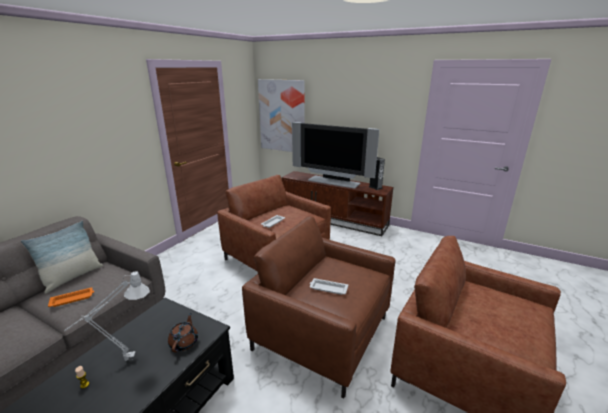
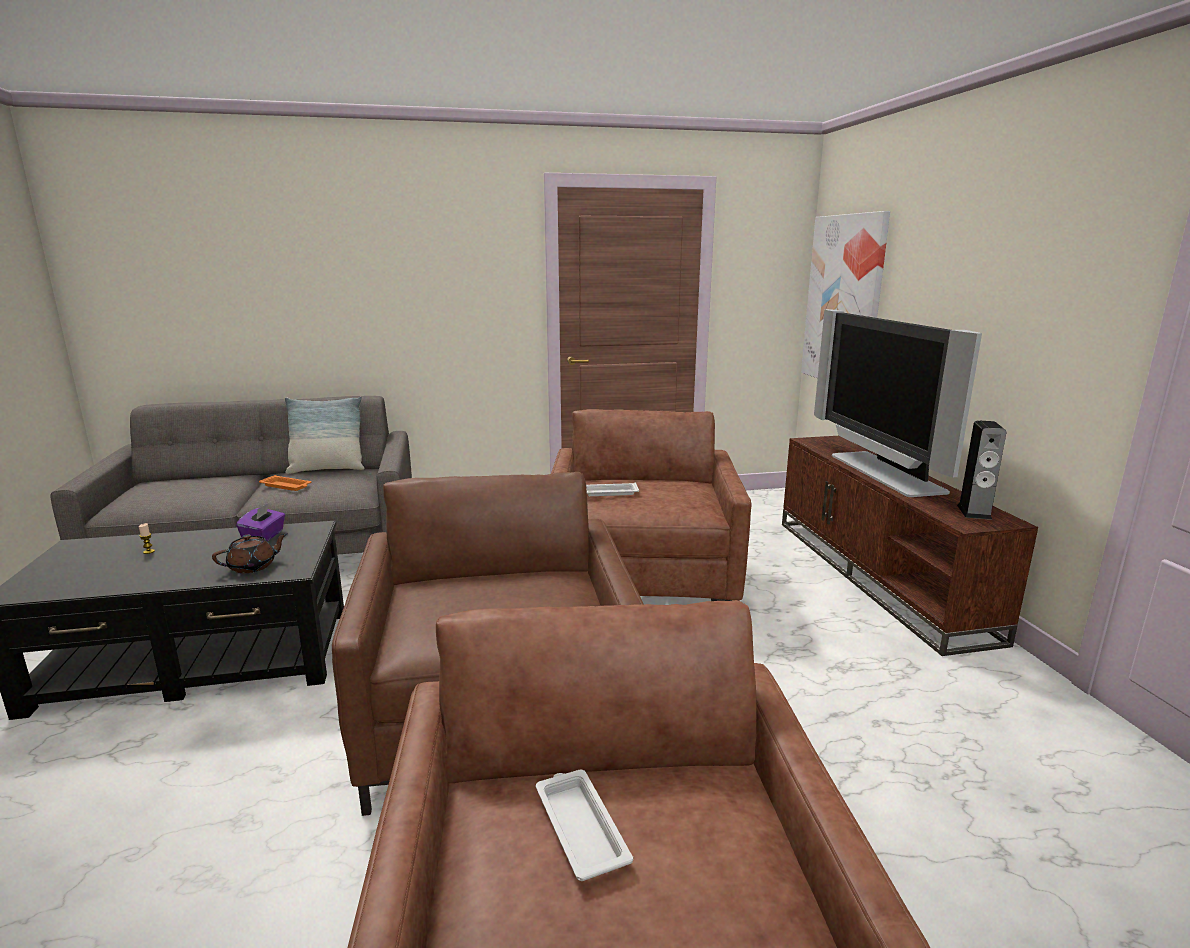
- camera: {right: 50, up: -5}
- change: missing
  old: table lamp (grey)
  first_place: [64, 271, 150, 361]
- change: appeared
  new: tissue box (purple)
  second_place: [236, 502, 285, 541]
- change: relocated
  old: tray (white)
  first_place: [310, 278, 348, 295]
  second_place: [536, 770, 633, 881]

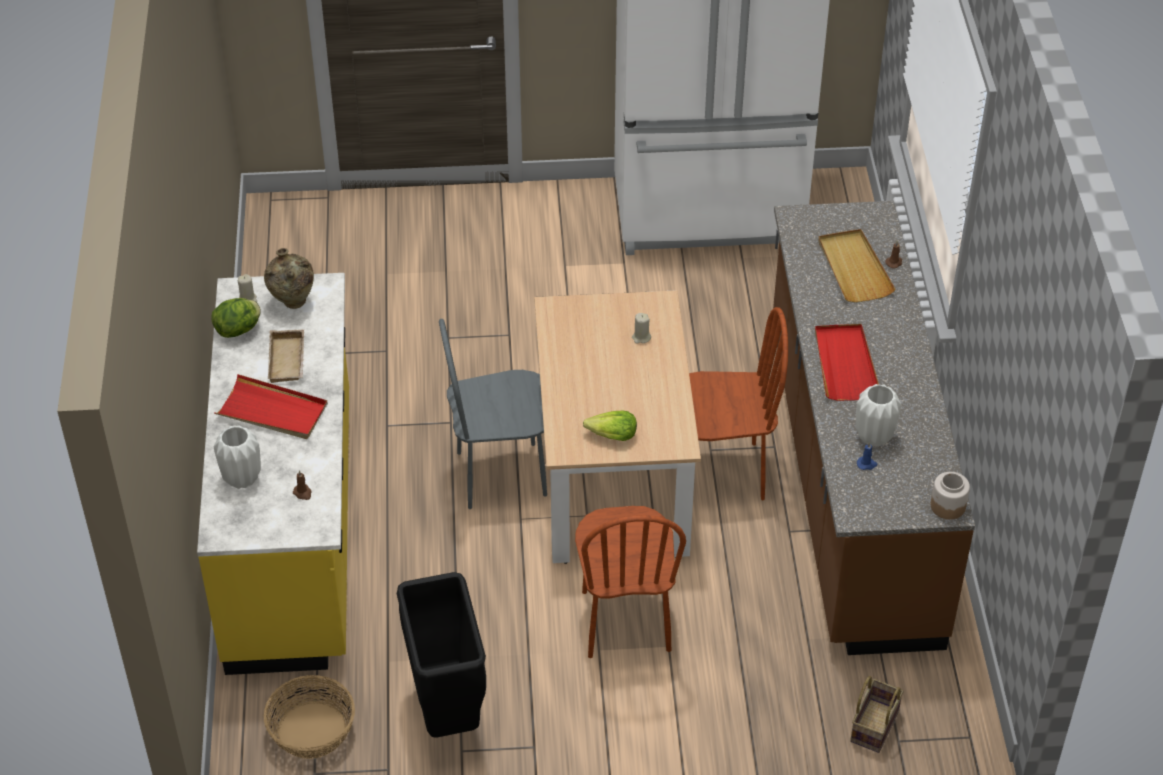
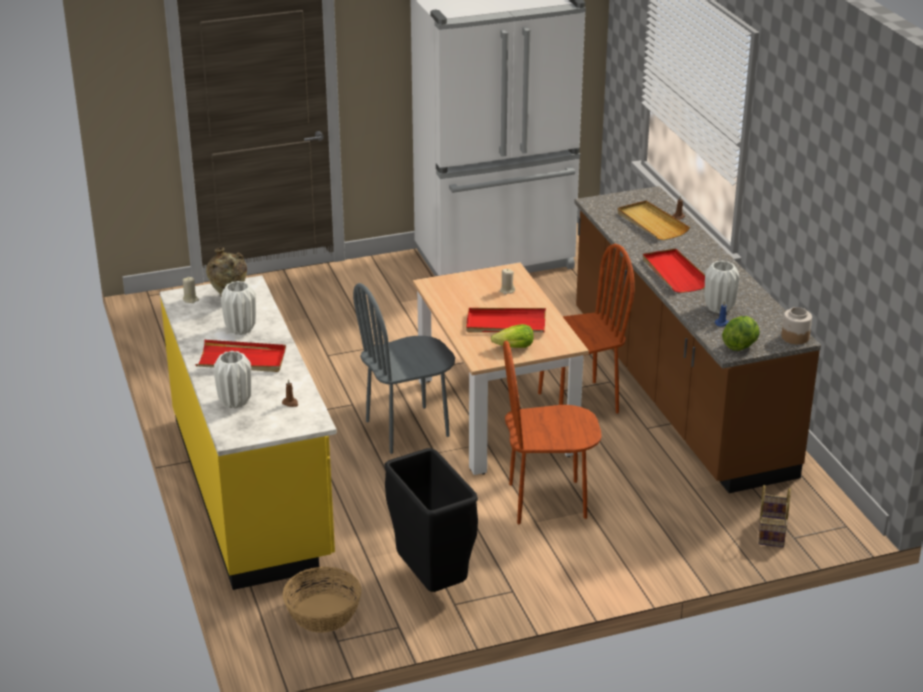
- camera: {right: -15, up: -15}
- change: appeared
  new: tray (red)
  second_place: [466, 308, 546, 333]
- change: relocated
  old: lettuce
  first_place: [211, 298, 261, 338]
  second_place: [722, 316, 760, 351]
- change: exchanged
  old: tray (beige)
  new: vase (white)
  first_place: [268, 330, 304, 383]
  second_place: [221, 281, 256, 335]
- change: spun
  old: chair (brown)
  first_place: [575, 506, 686, 658]
  second_place: [503, 341, 602, 524]
  degrees: 105

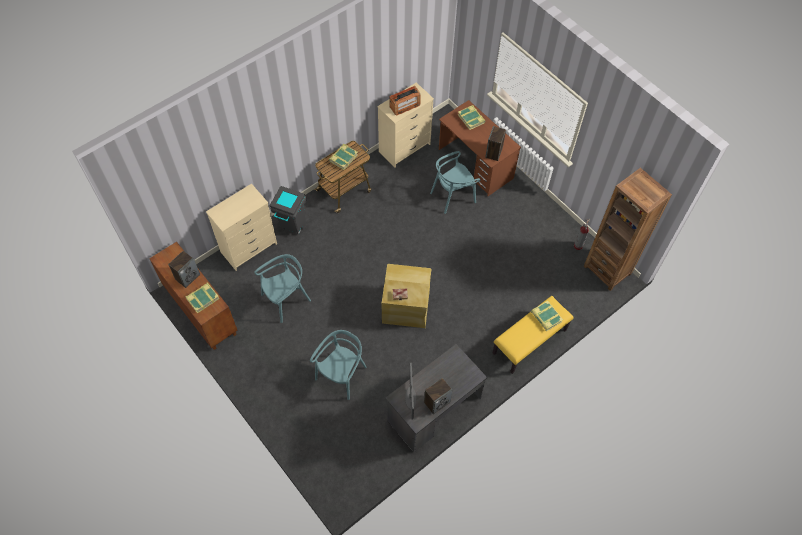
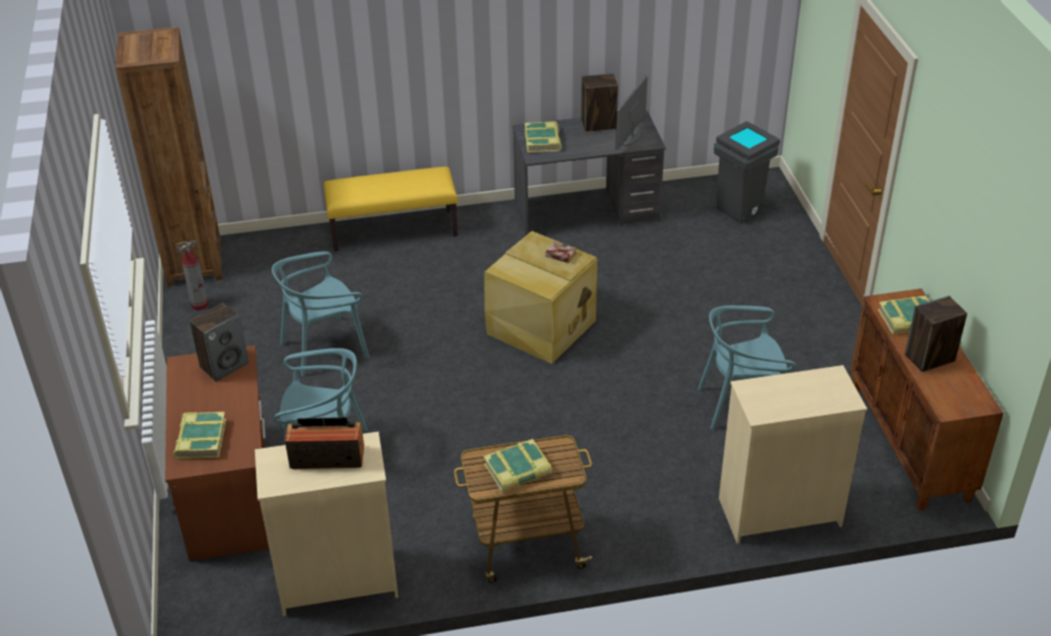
- camera: {right: -150, up: -20}
- change: relocated
  old: trash can (grey)
  first_place: [269, 186, 306, 234]
  second_place: [714, 121, 780, 224]
- change: relocated
  old: chair (turquoise)
  first_place: [310, 330, 367, 400]
  second_place: [272, 251, 369, 376]
- change: relocated
  old: book
  first_place: [531, 301, 563, 331]
  second_place: [525, 121, 562, 153]

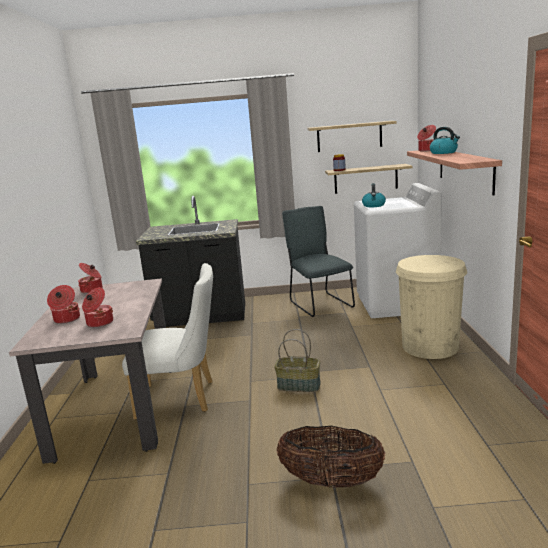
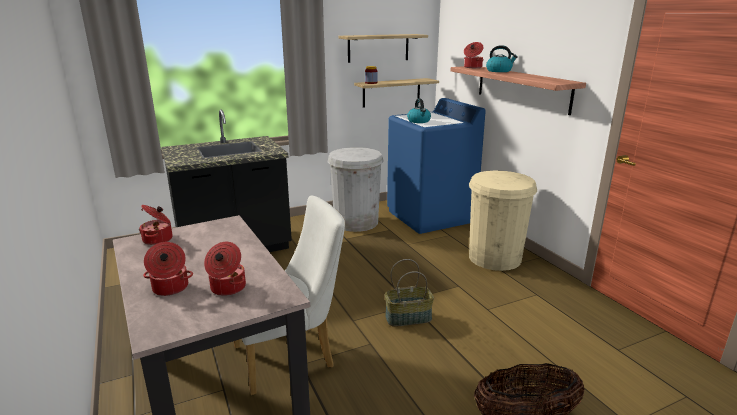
- camera: {right: -25, up: 5}
- change: exchanged
  old: chair (grey)
  new: trash can (white)
  first_place: [282, 206, 355, 317]
  second_place: [328, 147, 384, 232]
- change: colour
  old: washing machine (white)
  new: washing machine (blue)
  first_place: [354, 183, 442, 318]
  second_place: [387, 98, 486, 234]

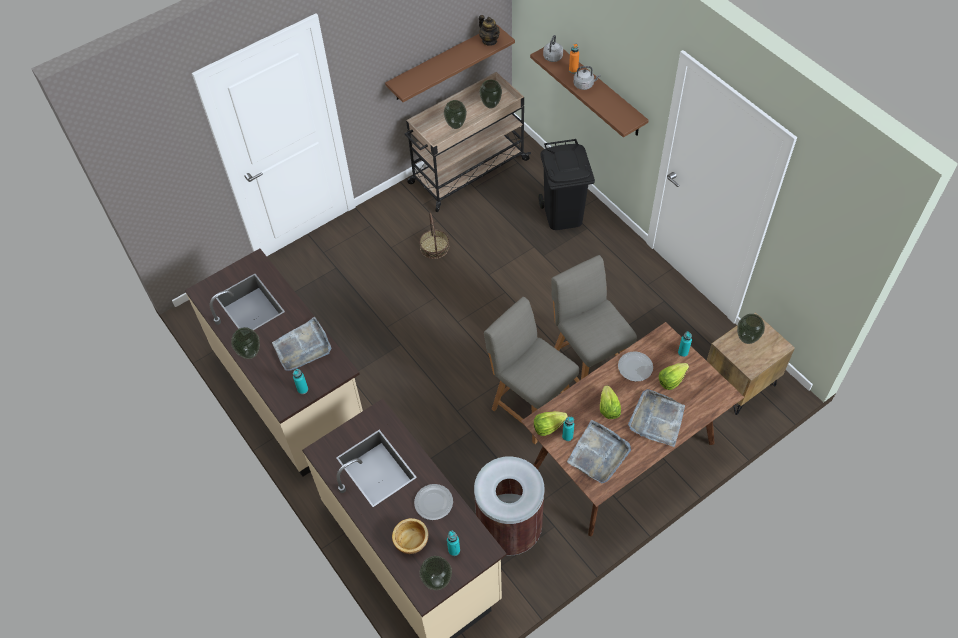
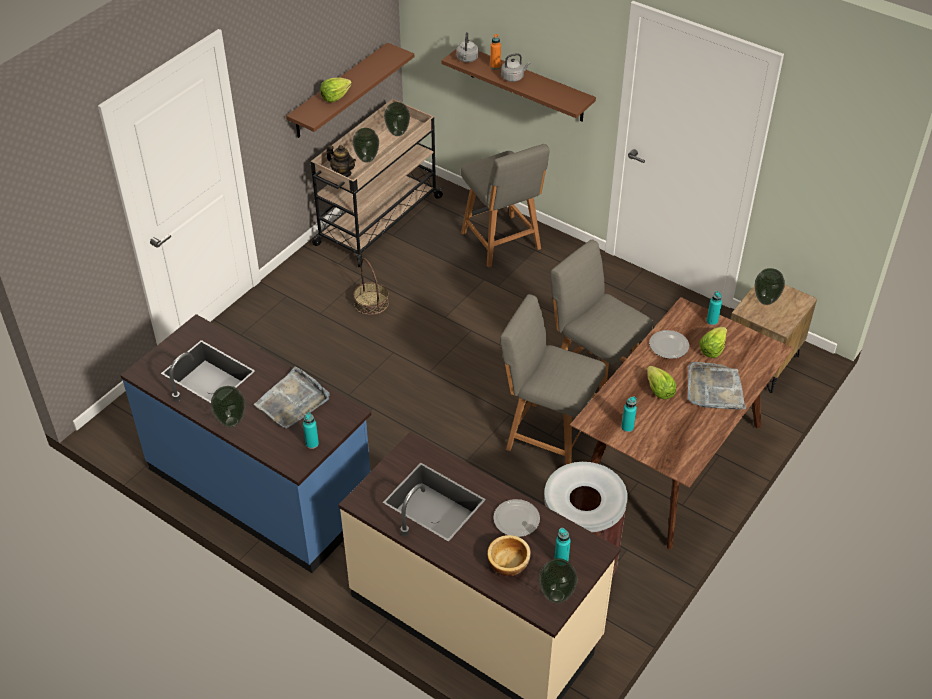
- camera: {right: -20, up: -10}
- change: missing
  old: tray (grey)
  first_place: [567, 420, 631, 483]
- change: relocated
  old: teapot
  first_place: [479, 15, 500, 46]
  second_place: [327, 145, 356, 177]
- change: relocated
  old: lettuce
  first_place: [534, 411, 568, 436]
  second_place: [320, 77, 352, 103]
- change: exchanged
  old: trash can (black)
  new: chair (grey)
  first_place: [539, 139, 595, 230]
  second_place: [461, 144, 549, 267]
- change: colour
  old: counter (beige)
  new: counter (blue)
  first_place: [185, 249, 363, 477]
  second_place: [120, 314, 371, 573]

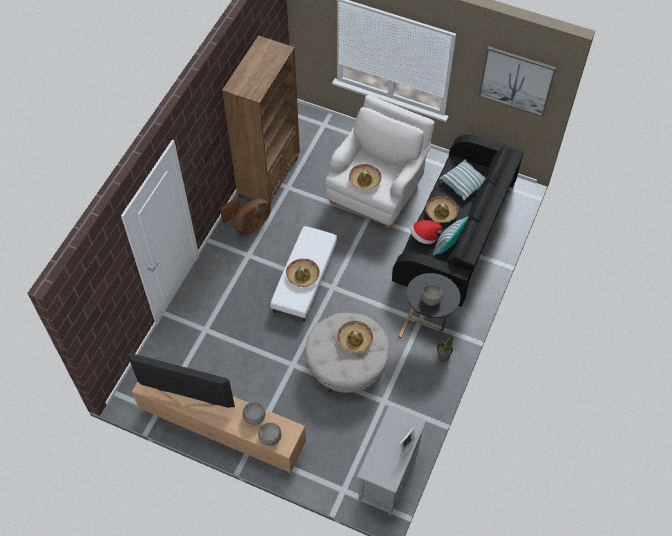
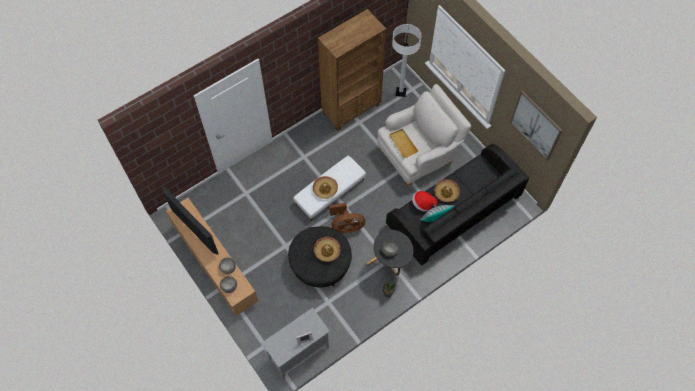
- camera: {right: 30, up: 5}
- change: missing
  old: pillow
  first_place: [439, 159, 485, 200]
- change: appeared
  new: floor lamp (white)
  second_place: [392, 24, 421, 97]
- change: relocated
  old: fan (brown)
  first_place: [220, 197, 271, 235]
  second_place: [330, 203, 365, 233]
- change: exchanged
  old: hat
  new: tray (beige)
  first_place: [349, 164, 382, 190]
  second_place: [390, 129, 418, 158]
- change: colour
  old: ottoman (beige)
  new: ottoman (black)
  first_place: [305, 313, 390, 393]
  second_place: [288, 226, 352, 287]

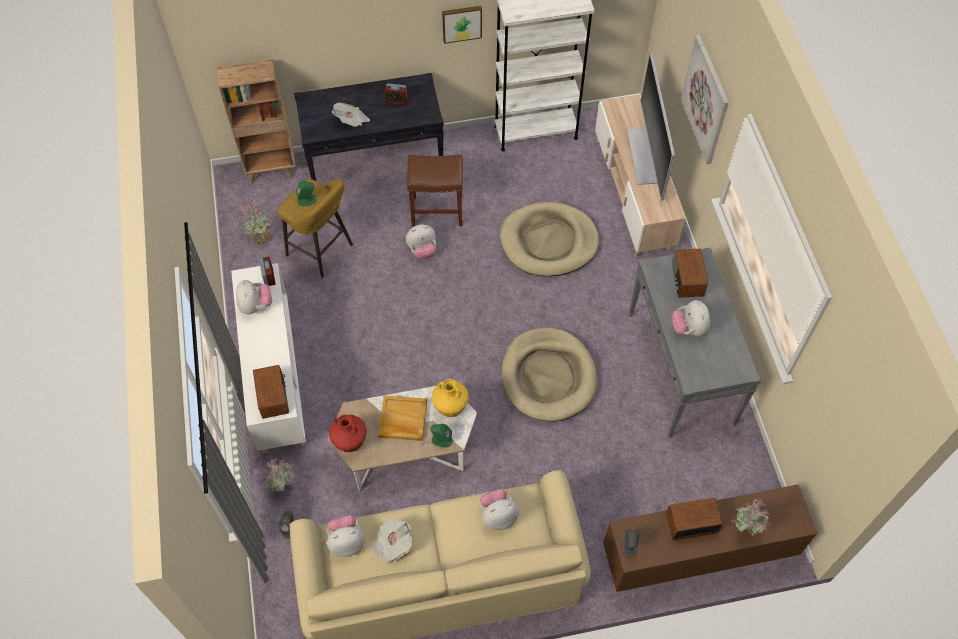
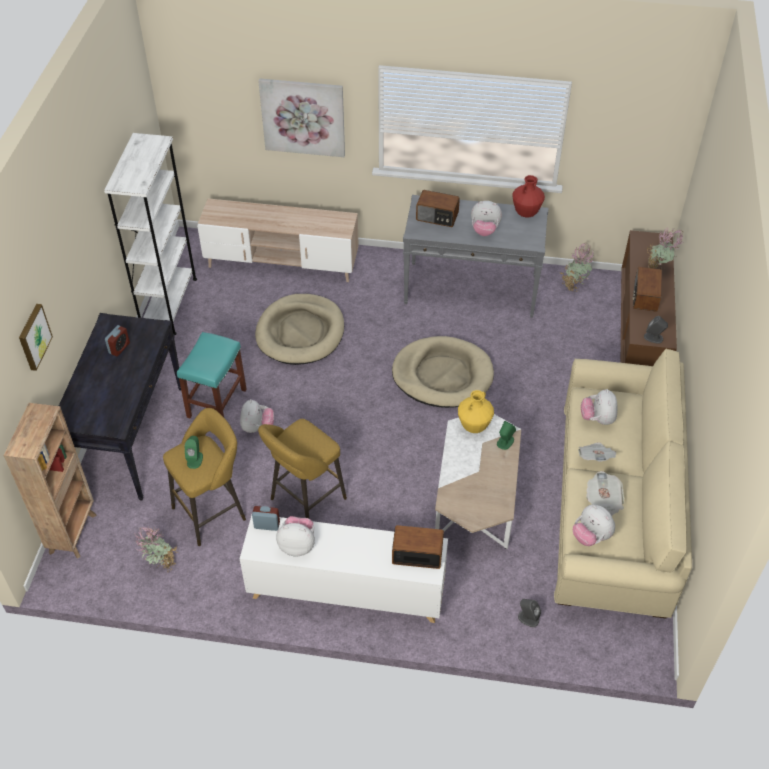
- camera: {right: -70, up: -10}
- change: missing
  old: tray (beige)
  first_place: [378, 395, 427, 441]
- change: missing
  old: television
  first_place: [626, 52, 675, 202]
- change: appeared
  new: stool (yellow)
  second_place: [258, 419, 347, 518]
- change: relocated
  old: potted plant
  first_place: [265, 458, 296, 492]
  second_place: [560, 243, 594, 292]
- change: relocated
  old: vase (red)
  first_place: [329, 414, 367, 452]
  second_place: [512, 175, 545, 217]
- change: relocated
  old: newspaper
  first_place: [331, 102, 370, 127]
  second_place: [578, 442, 616, 462]
- change: relocated
  old: picture
  first_place: [442, 6, 482, 44]
  second_place: [19, 304, 53, 371]
- change: colour
  old: stool (brown)
  new: stool (turquoise)
  first_place: [407, 155, 463, 226]
  second_place: [177, 332, 246, 419]
- change: spun
  old: plush toy
  first_place: [327, 516, 365, 557]
  second_place: [573, 504, 615, 546]
  degrees: -45

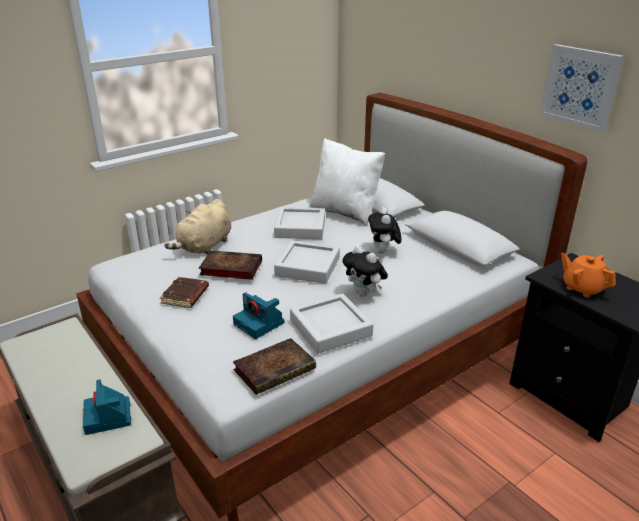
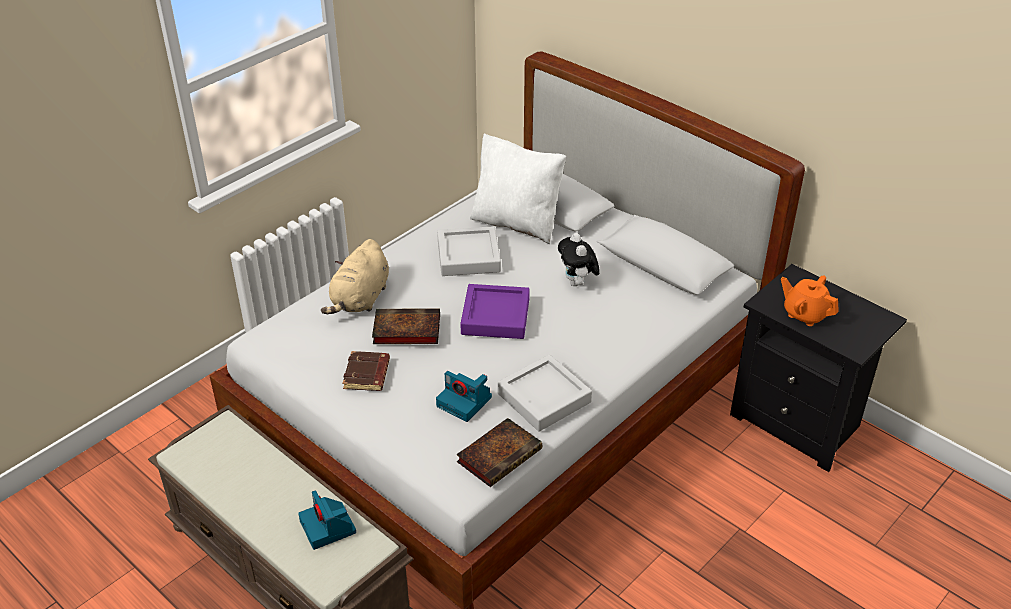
- camera: {right: -10, up: 10}
- change: missing
  old: plush toy
  first_place: [342, 246, 388, 297]
- change: missing
  old: picture
  first_place: [540, 44, 624, 132]
- change: colour
  old: tray (grey)
  new: tray (purple)
  first_place: [274, 241, 340, 284]
  second_place: [460, 284, 530, 339]

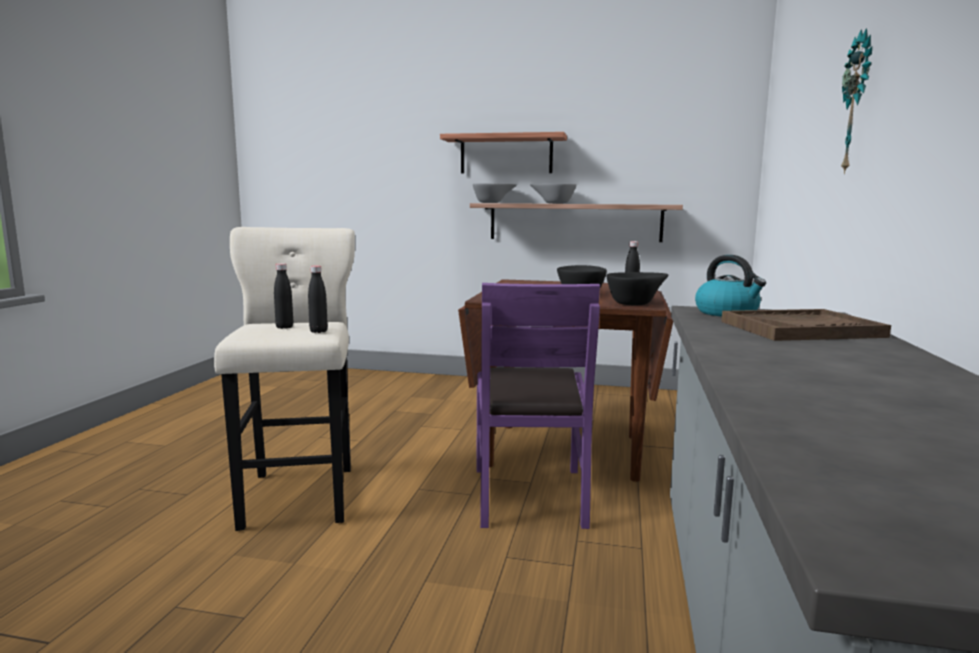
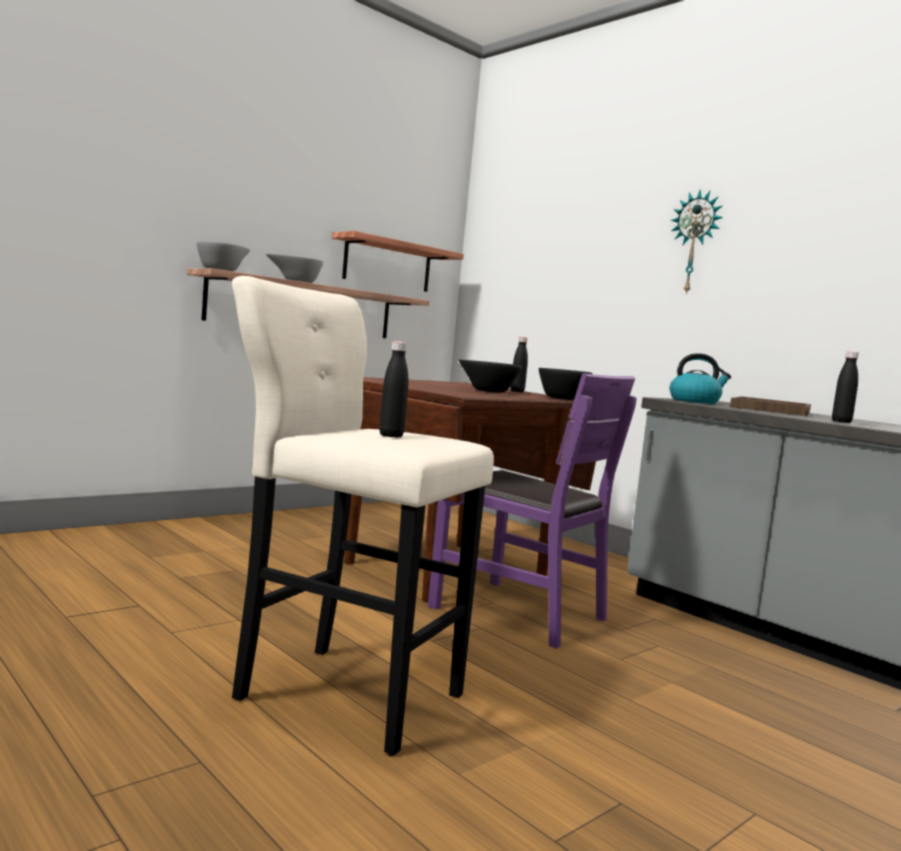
- camera: {right: -55, up: -5}
- change: relocated
  old: bottle (black)
  first_place: [308, 266, 328, 333]
  second_place: [832, 351, 859, 423]
- change: relocated
  old: shelf
  first_place: [440, 132, 567, 173]
  second_place: [332, 231, 464, 292]

